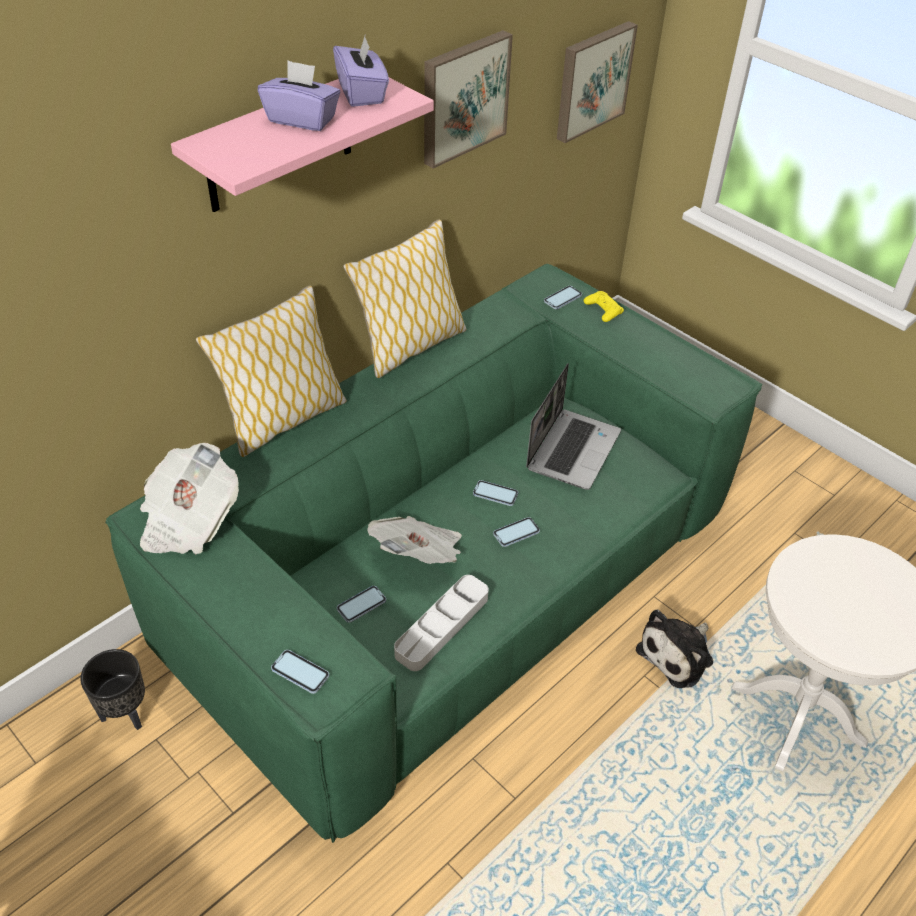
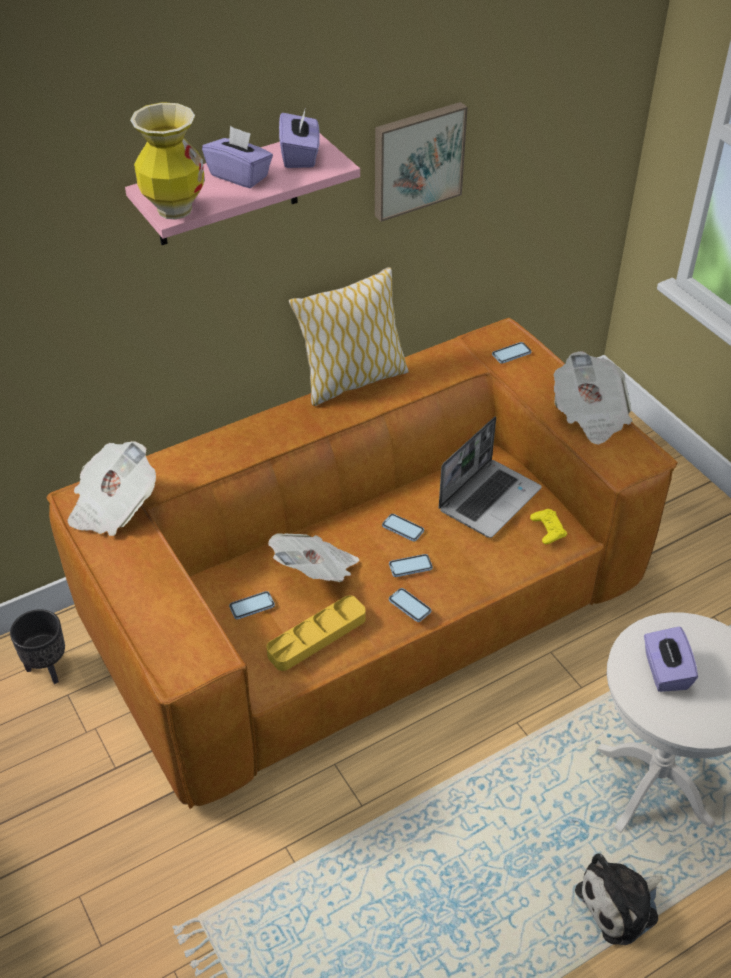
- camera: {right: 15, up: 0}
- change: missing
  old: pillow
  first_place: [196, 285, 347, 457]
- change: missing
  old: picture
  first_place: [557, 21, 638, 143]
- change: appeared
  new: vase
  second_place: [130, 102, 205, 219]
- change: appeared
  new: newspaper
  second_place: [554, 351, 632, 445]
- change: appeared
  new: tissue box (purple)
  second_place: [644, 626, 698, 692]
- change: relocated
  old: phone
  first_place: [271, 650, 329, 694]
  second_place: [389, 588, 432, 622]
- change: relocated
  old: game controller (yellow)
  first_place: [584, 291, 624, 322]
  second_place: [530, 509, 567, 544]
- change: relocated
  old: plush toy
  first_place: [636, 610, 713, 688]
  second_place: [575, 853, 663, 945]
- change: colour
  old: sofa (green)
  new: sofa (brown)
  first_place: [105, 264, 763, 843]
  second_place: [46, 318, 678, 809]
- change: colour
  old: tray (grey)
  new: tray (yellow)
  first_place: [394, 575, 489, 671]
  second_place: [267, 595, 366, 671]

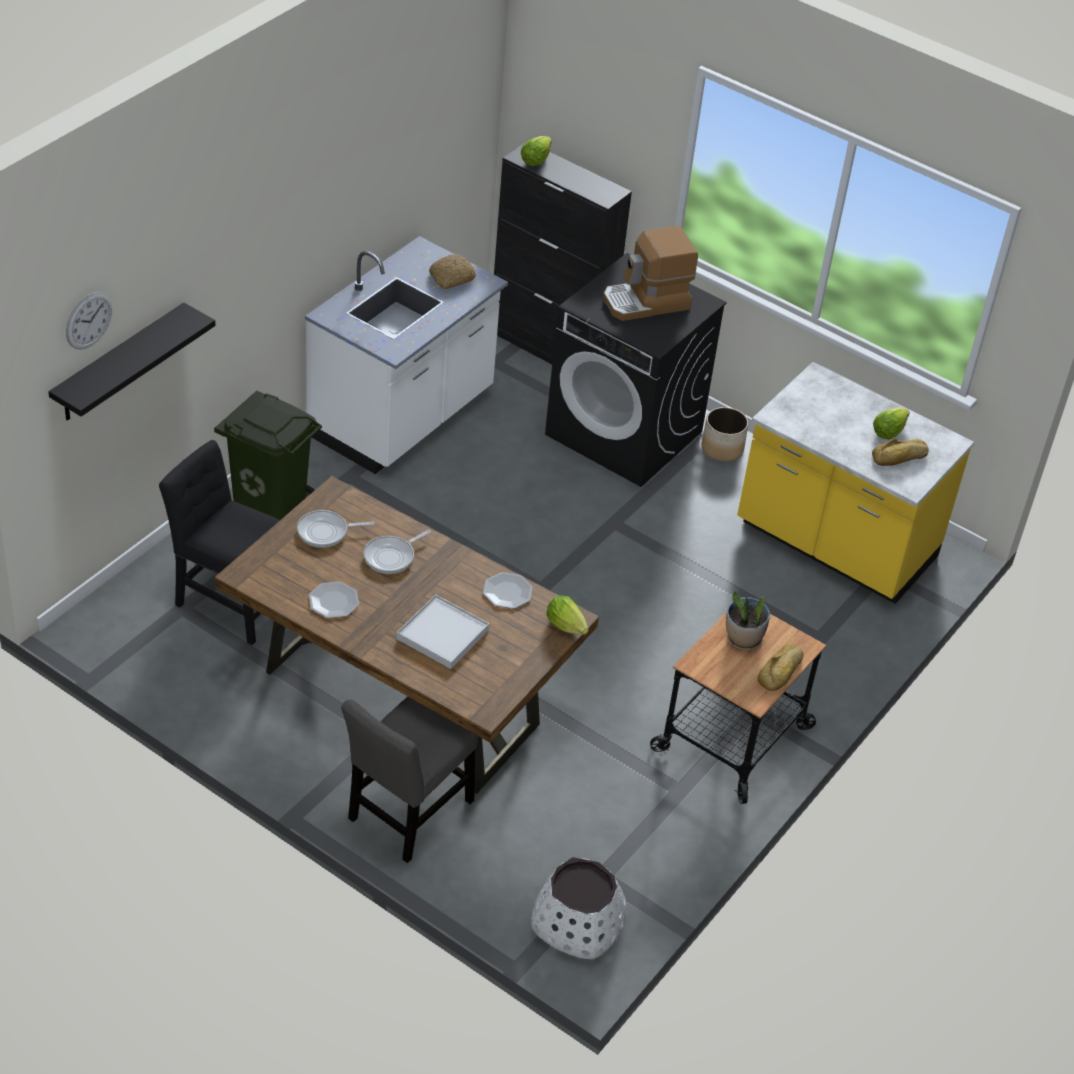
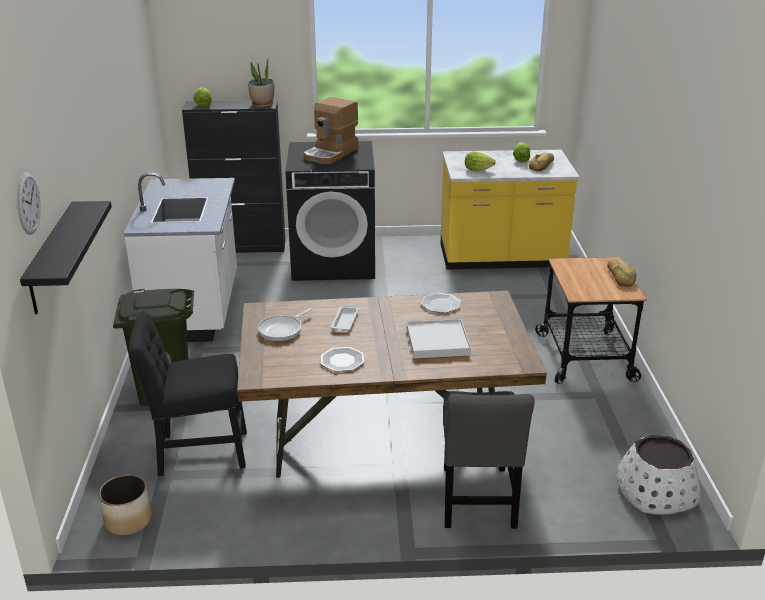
- camera: {right: -35, up: -15}
- change: missing
  old: bread
  first_place: [429, 255, 476, 289]
- change: relocated
  old: lettuce
  first_place: [546, 596, 589, 635]
  second_place: [465, 151, 496, 171]
- change: relocated
  old: planter
  first_place: [701, 407, 749, 462]
  second_place: [98, 475, 152, 535]
- change: relocated
  old: potted plant
  first_place: [726, 591, 770, 650]
  second_place: [248, 60, 274, 107]
- change: exchanged
  old: frying pan
  new: tray (white)
  first_place: [364, 530, 431, 574]
  second_place: [331, 305, 359, 331]

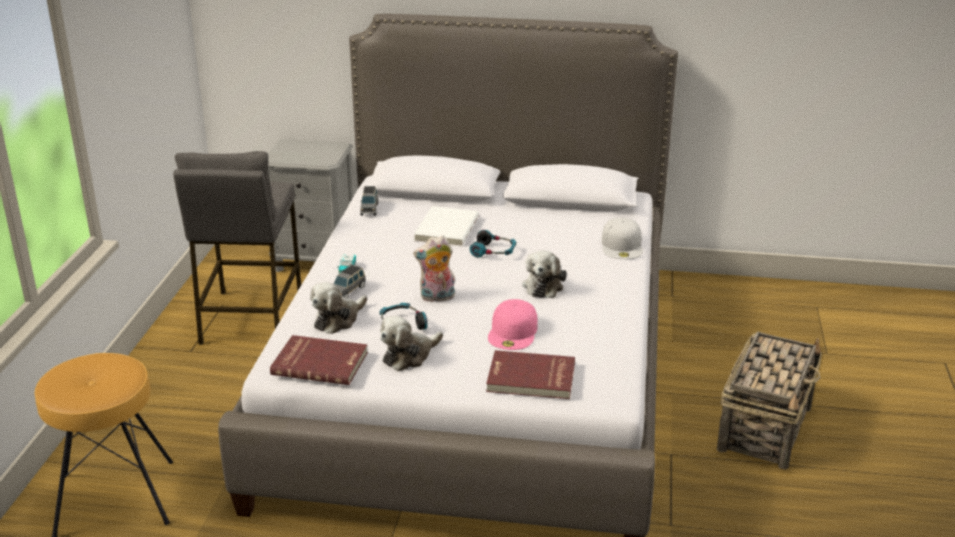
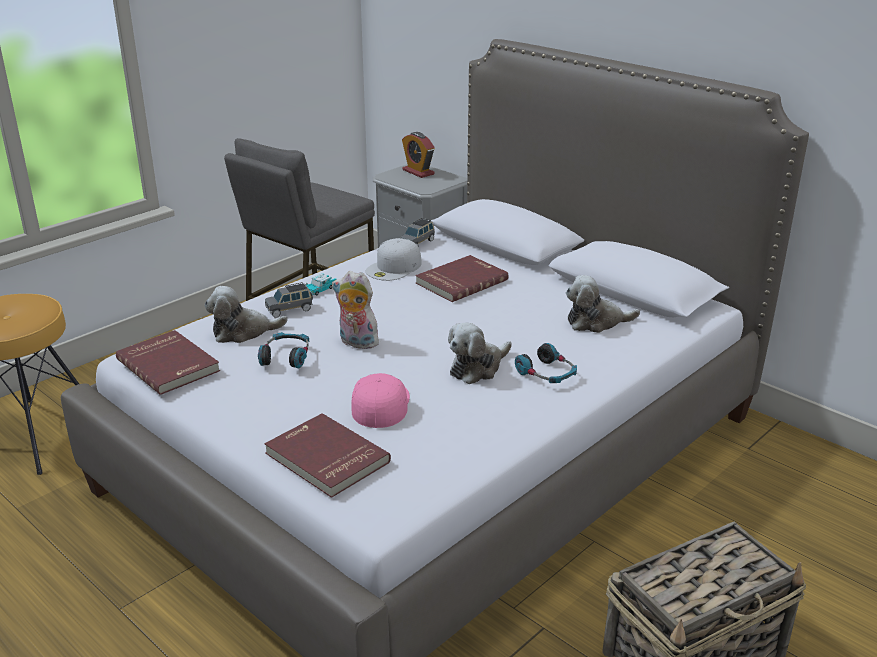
- camera: {right: 35, up: 0}
- change: appeared
  new: alarm clock
  second_place: [402, 132, 435, 178]
- change: relocated
  old: plush toy
  first_place: [380, 316, 443, 371]
  second_place: [566, 275, 640, 333]
- change: relocated
  old: headphones
  first_place: [470, 230, 516, 257]
  second_place: [515, 343, 577, 383]
- change: relocated
  old: cap (white)
  first_place: [602, 218, 643, 259]
  second_place: [365, 238, 422, 281]
- change: colour
  old: book (white)
  new: book (red)
  first_place: [414, 206, 479, 247]
  second_place: [415, 255, 509, 302]
- change: spun
  old: cap (pink)
  first_place: [488, 299, 538, 350]
  second_place: [351, 373, 410, 428]
  degrees: 135

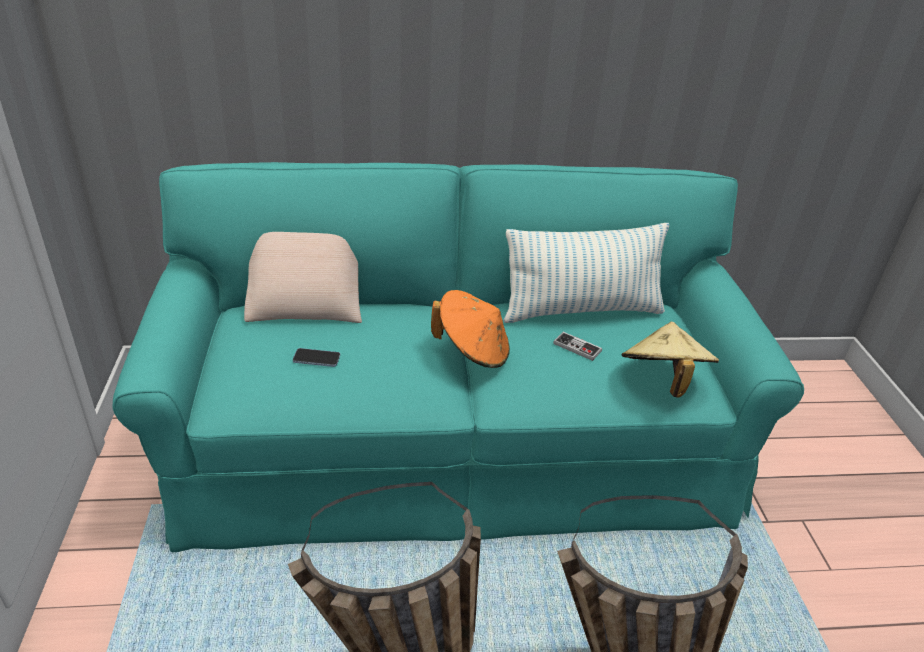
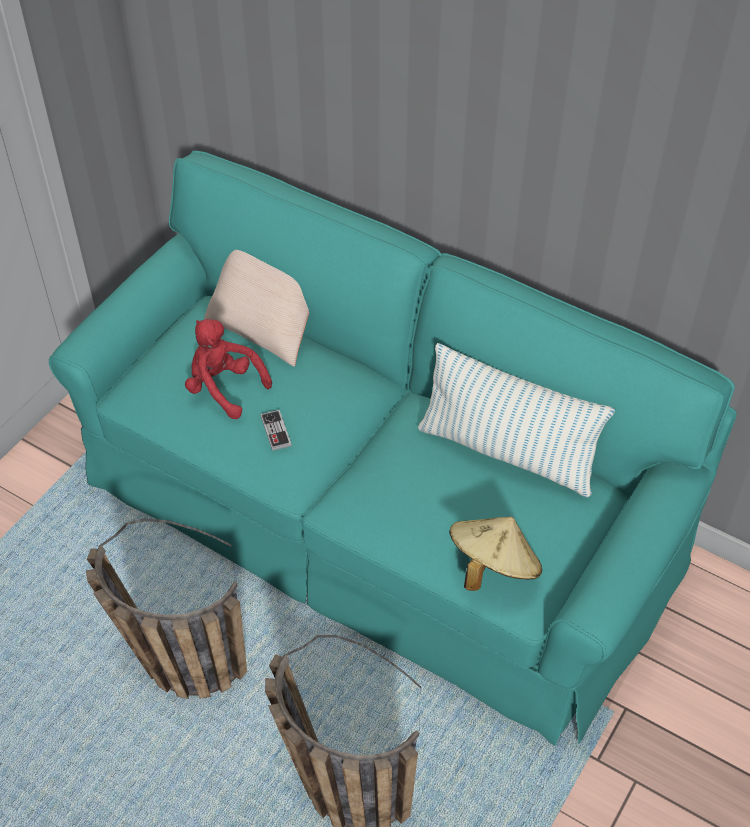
- camera: {right: 40, up: 15}
- change: missing
  old: hat (orange)
  first_place: [431, 290, 510, 368]
- change: relocated
  old: game controller
  first_place: [553, 332, 602, 361]
  second_place: [260, 410, 292, 451]
- change: exchanged
  old: phone
  new: plush toy (red)
  first_place: [293, 348, 340, 367]
  second_place: [185, 319, 272, 419]

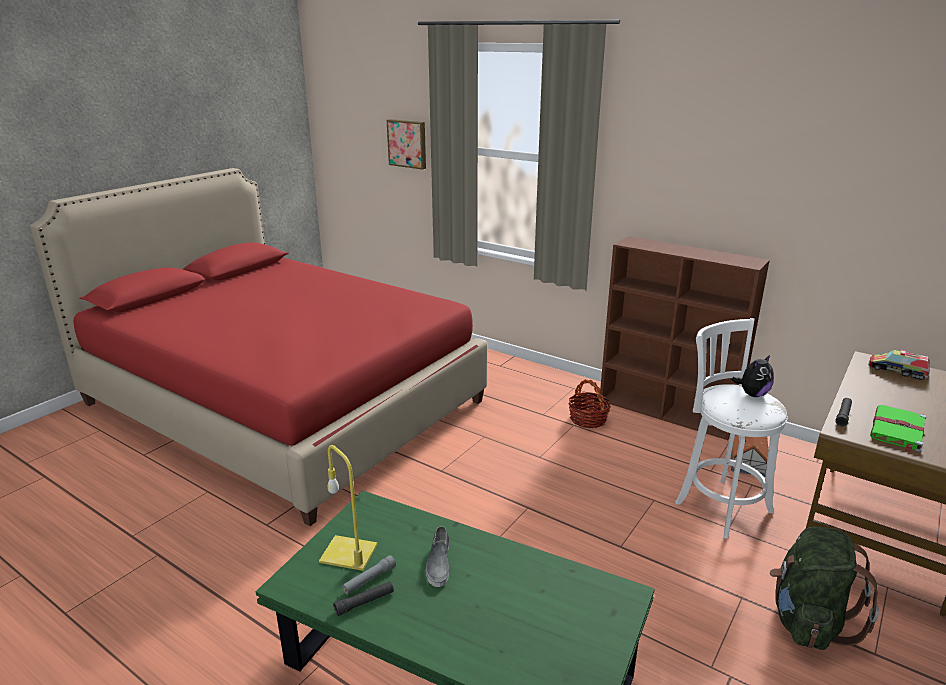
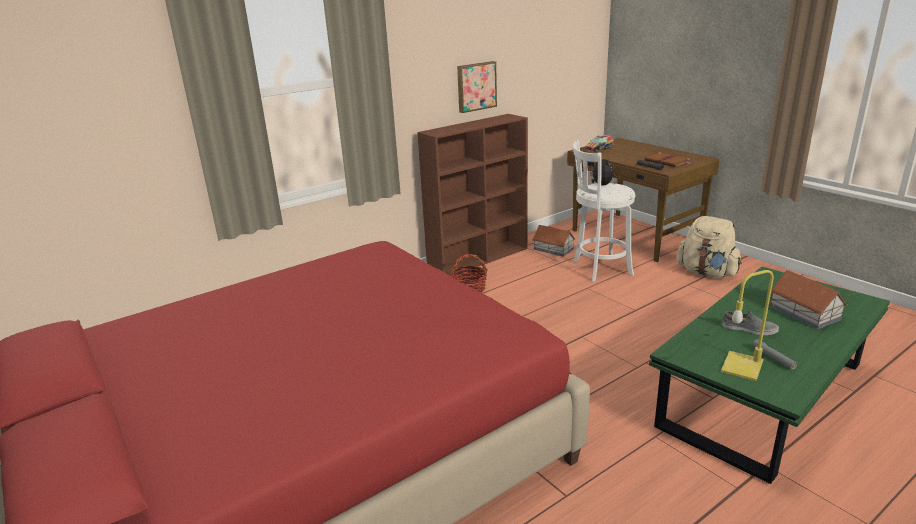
- camera: {right: -70, up: 0}
- change: missing
  old: flashlight (black)
  first_place: [333, 581, 394, 616]
- change: appeared
  new: toy house
  second_place: [770, 270, 848, 329]
- change: relocated
  old: picture
  first_place: [387, 119, 426, 170]
  second_place: [457, 61, 497, 113]
- change: colour
  old: backpack (green)
  new: backpack (beige)
  first_place: [770, 527, 879, 650]
  second_place: [677, 216, 742, 277]
- change: colour
  old: book (green)
  new: book (brown)
  first_place: [870, 405, 926, 452]
  second_place: [645, 152, 690, 168]

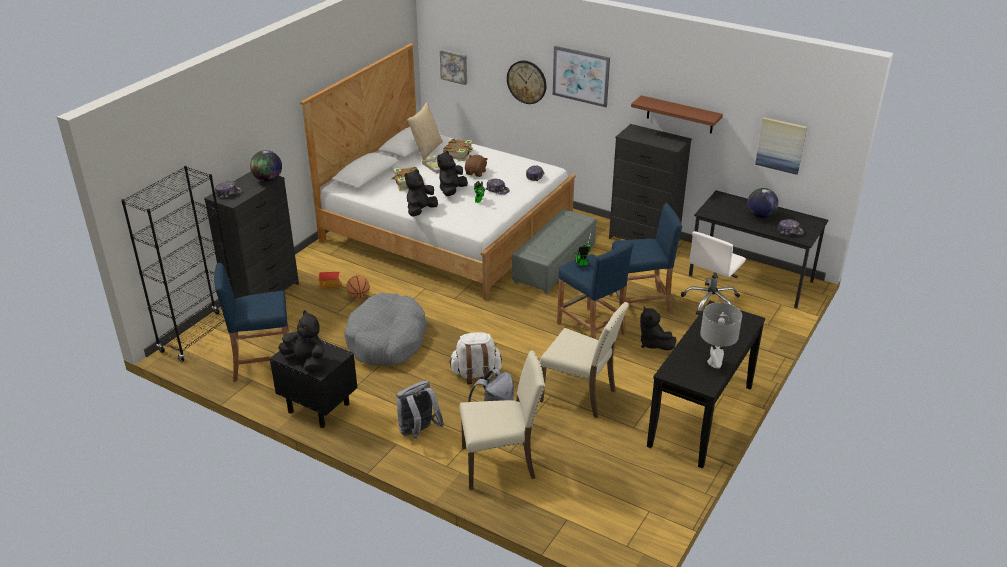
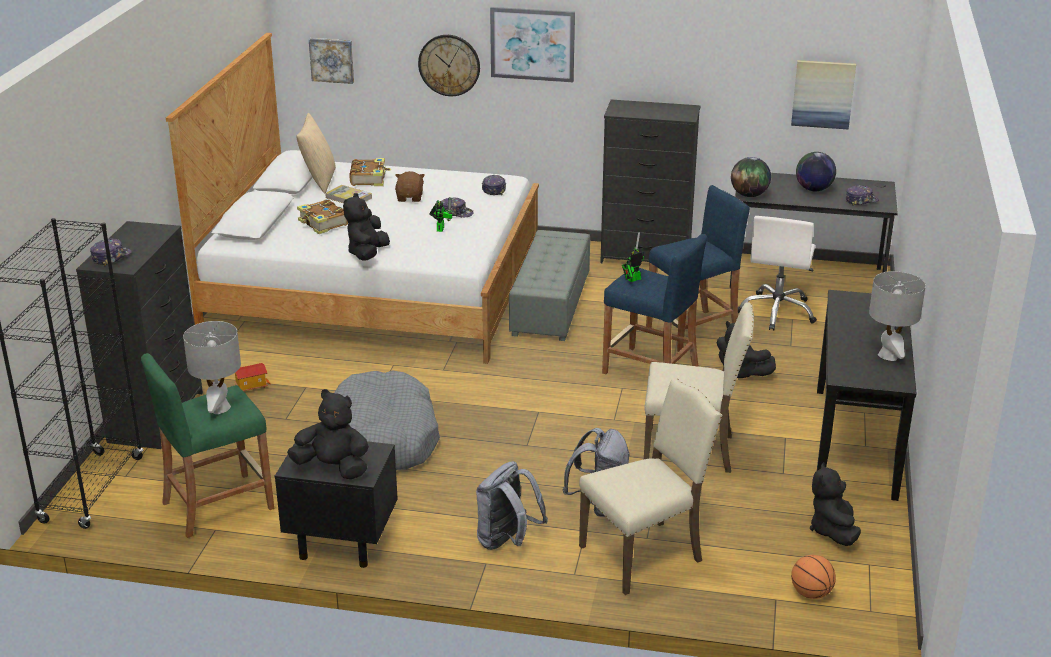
- camera: {right: -20, up: -5}
- change: missing
  old: backpack (white)
  first_place: [449, 332, 502, 384]
- change: missing
  old: shelf (brown)
  first_place: [631, 95, 723, 134]
- change: appeared
  new: table lamp (grey)
  second_place: [183, 321, 241, 414]
- change: relocated
  old: globe
  first_place: [250, 150, 282, 182]
  second_place: [731, 157, 771, 197]
- change: relocated
  old: basketball
  first_place: [346, 276, 370, 299]
  second_place: [791, 555, 836, 599]
- change: relocated
  old: plush toy (black)
  first_place: [437, 151, 468, 196]
  second_place: [810, 462, 861, 546]
- change: colour
  old: stool (blue)
  new: stool (green)
  first_place: [214, 263, 289, 382]
  second_place: [141, 353, 274, 538]

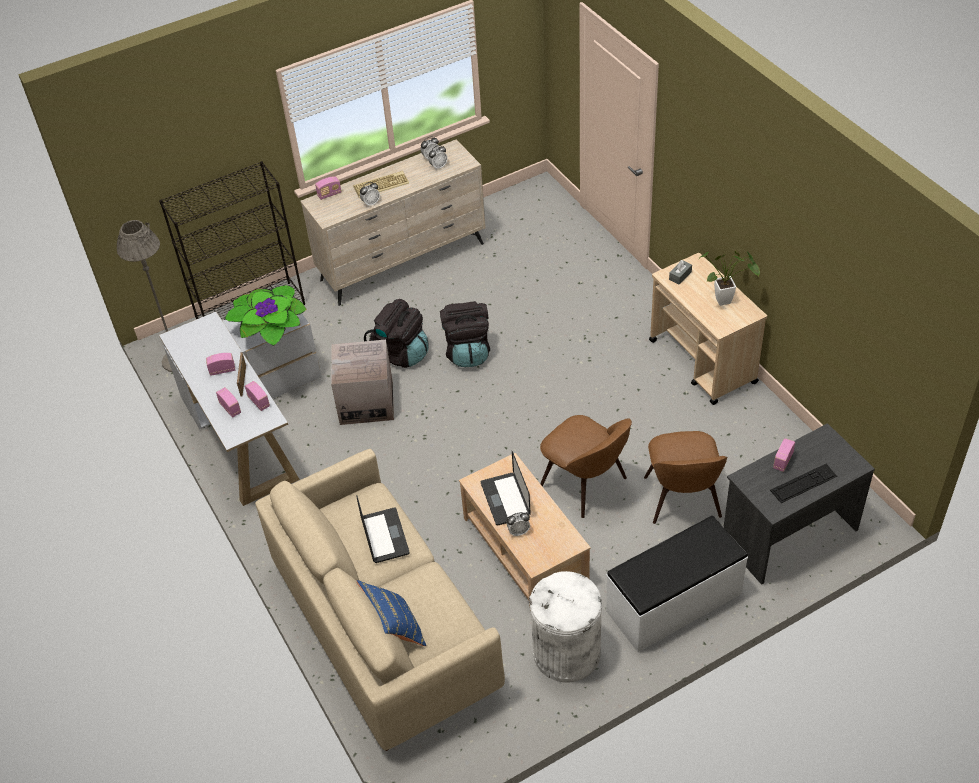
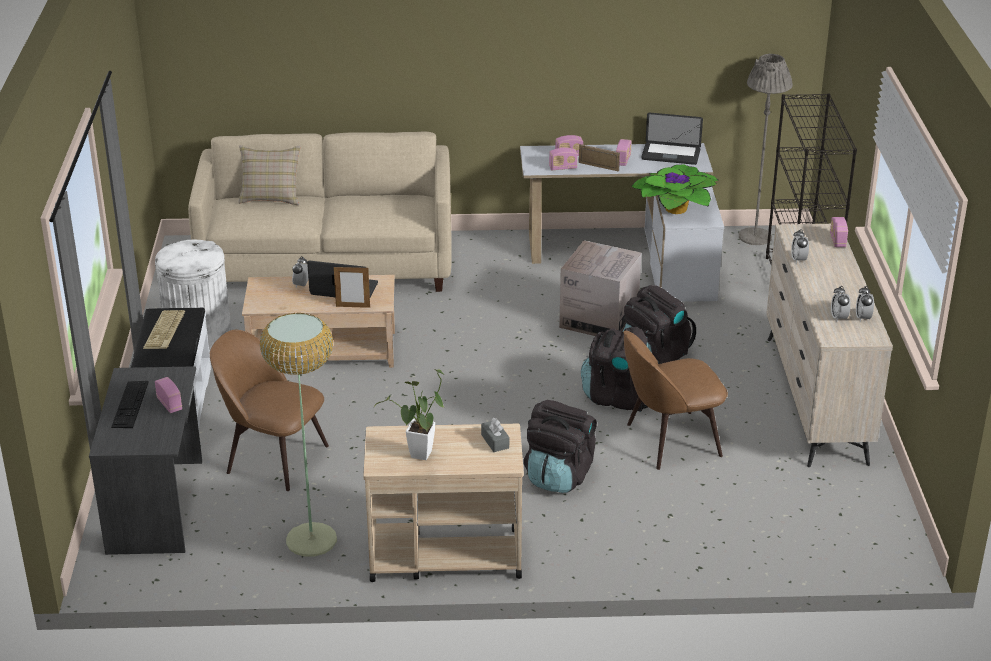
- camera: {right: 115, up: -15}
- change: appeared
  new: floor lamp
  second_place: [260, 313, 337, 557]
- change: appeared
  new: picture frame
  second_place: [334, 266, 370, 308]
- change: appeared
  new: backpack (black)
  second_place: [524, 400, 597, 493]
- change: relocated
  old: keyboard
  first_place: [353, 171, 409, 198]
  second_place: [143, 310, 185, 349]
- change: relocated
  old: laptop
  first_place: [356, 495, 410, 563]
  second_place: [641, 112, 703, 165]
- change: relocated
  old: chair (brown)
  first_place: [540, 415, 632, 518]
  second_place: [623, 331, 728, 470]
- change: colour
  old: pillow (blue)
  new: pillow (beige)
  first_place: [357, 580, 426, 646]
  second_place: [238, 145, 300, 205]

